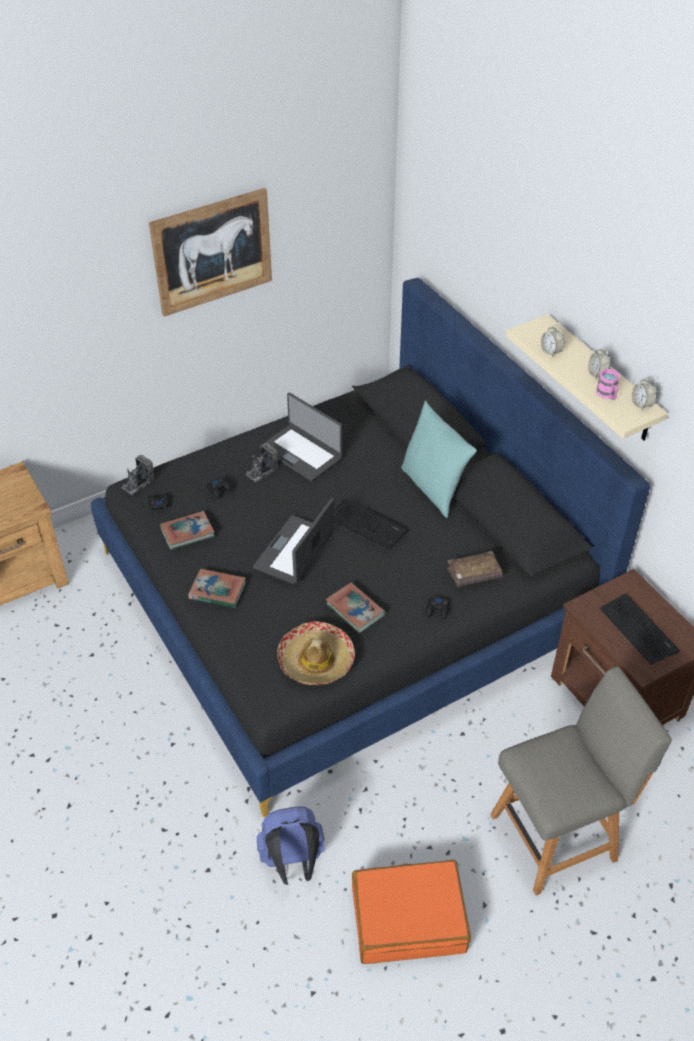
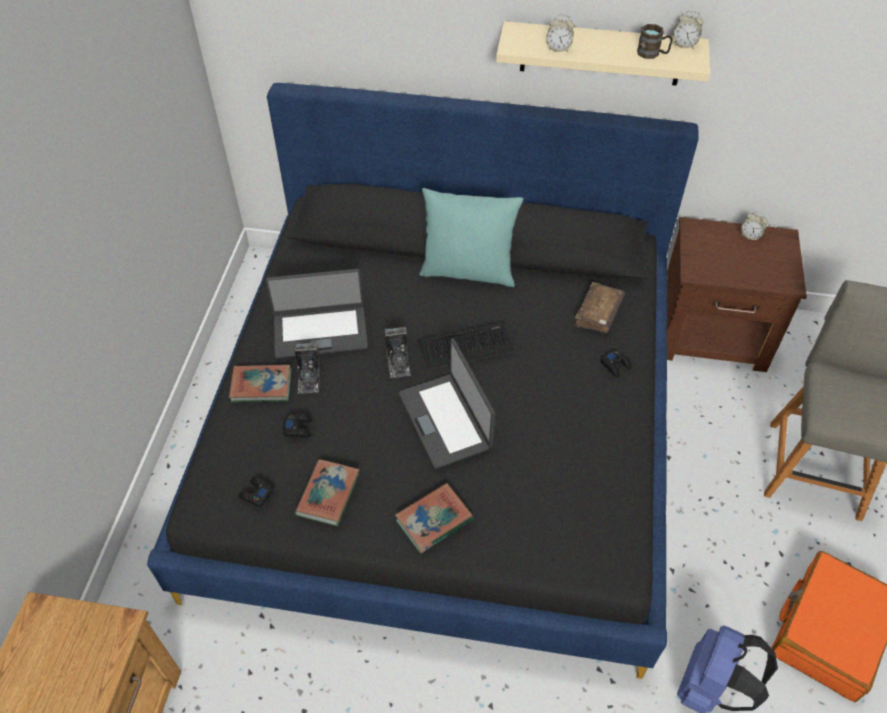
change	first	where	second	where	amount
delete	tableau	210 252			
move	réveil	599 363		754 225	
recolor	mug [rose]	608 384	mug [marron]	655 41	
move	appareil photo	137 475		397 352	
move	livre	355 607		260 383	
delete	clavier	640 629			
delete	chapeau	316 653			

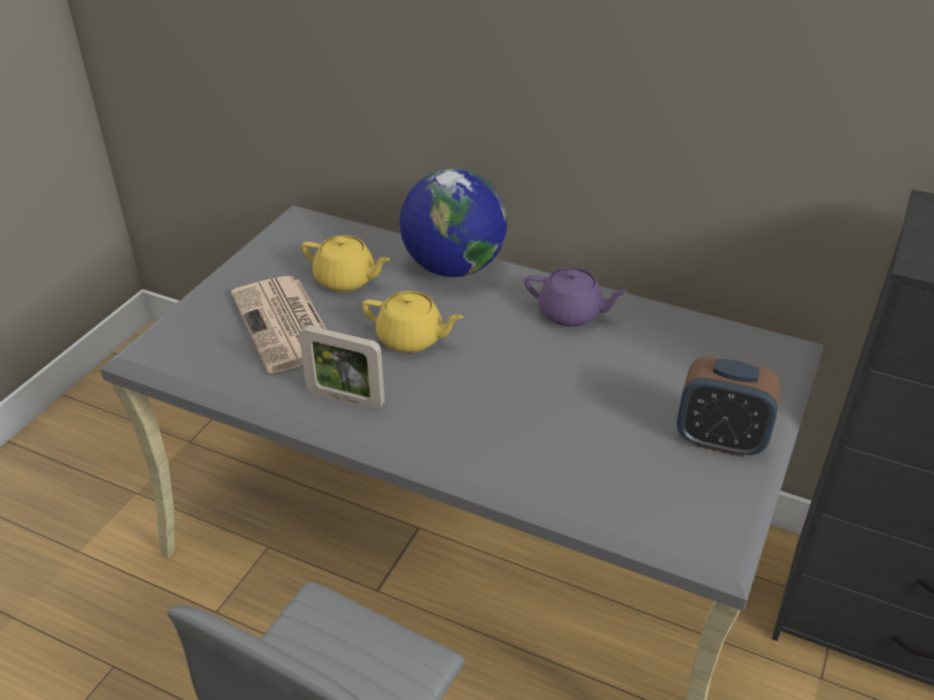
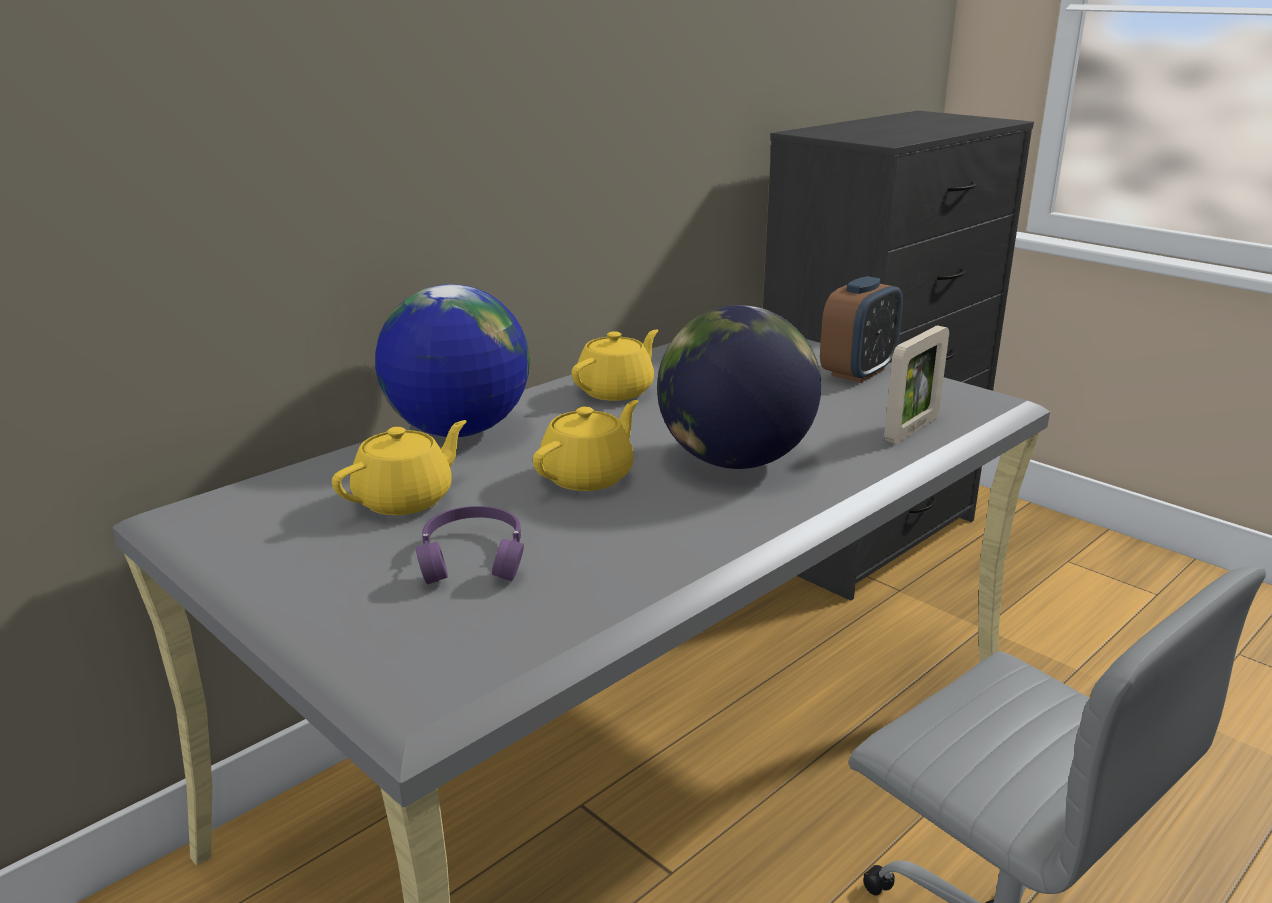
change	first	where	second	where	amount
recolor	théière [violet]	576 297	théière [jaune]	615 365	
replace	journal	278 324	casque audio [violet]	470 545	
move	cadre photo	342 368		916 384	
insert			globe	739 387	

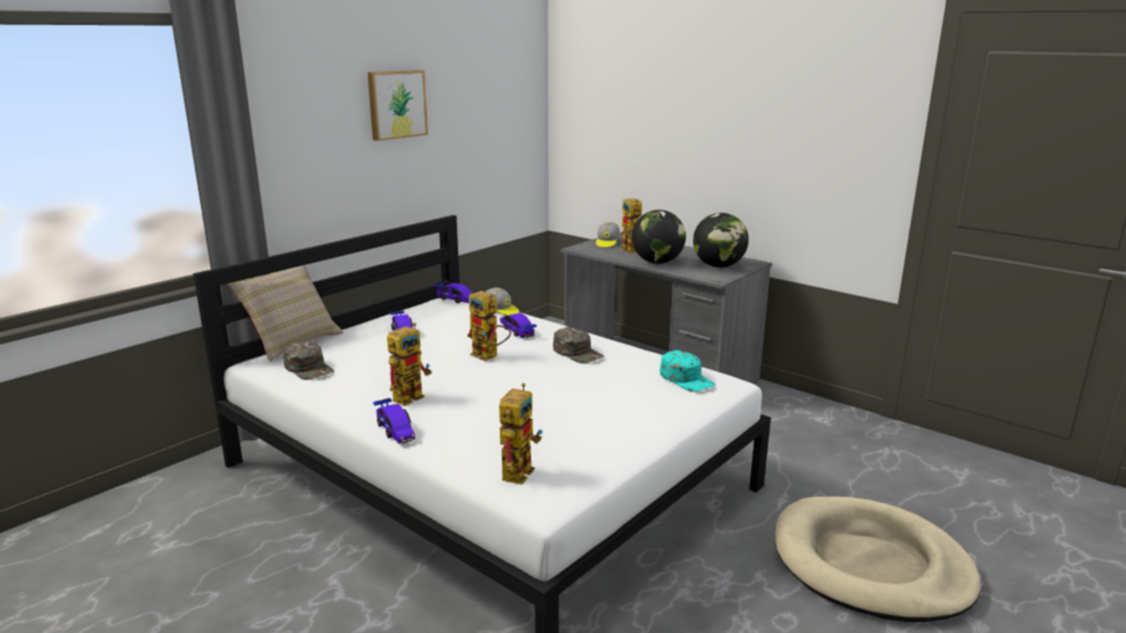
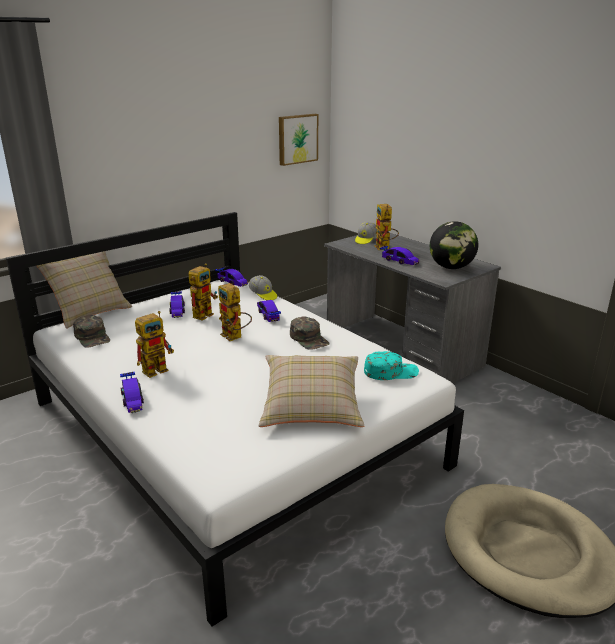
change	first	where	second	where	amount
move	tableau	397 105		298 140	
replace	globe	659 237	petite voiture	400 255	
rotate	casquette [turquoise]	688 371		391 365	75 degrees counterclockwise
move	robot jouet	521 433		203 292	
insert			coussin [beige]	311 391	

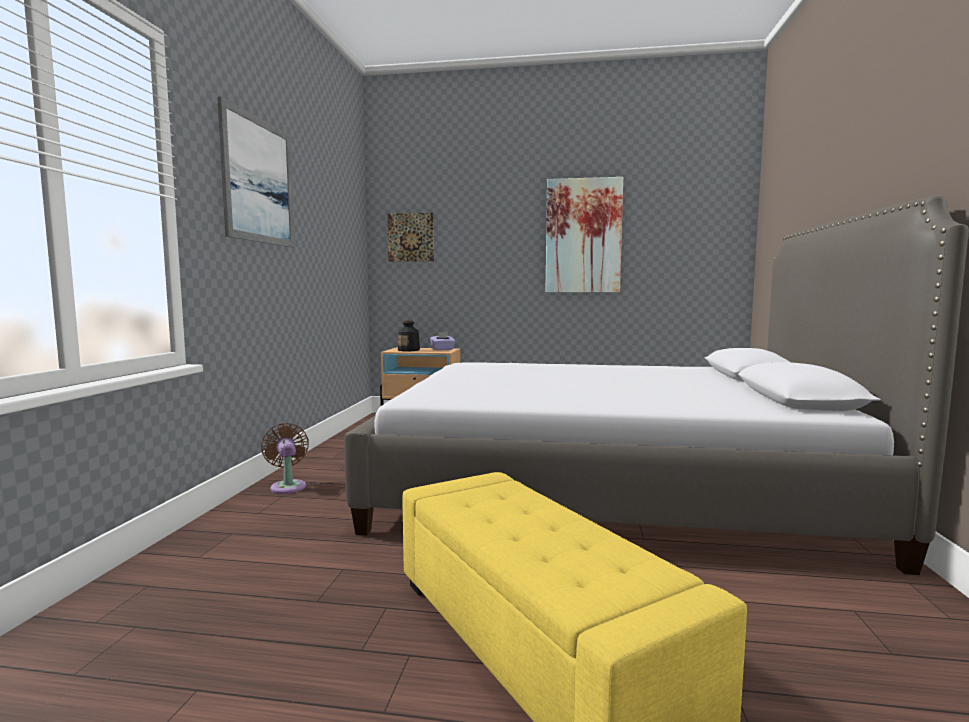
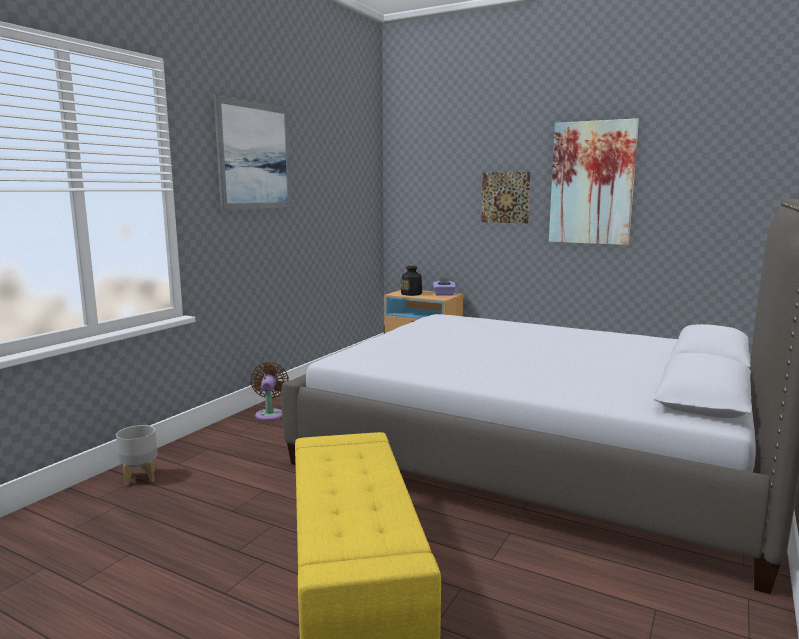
change	first	where	second	where	amount
move	tableau	410 237		506 197	
insert			cache-pot [gris]	137 455	

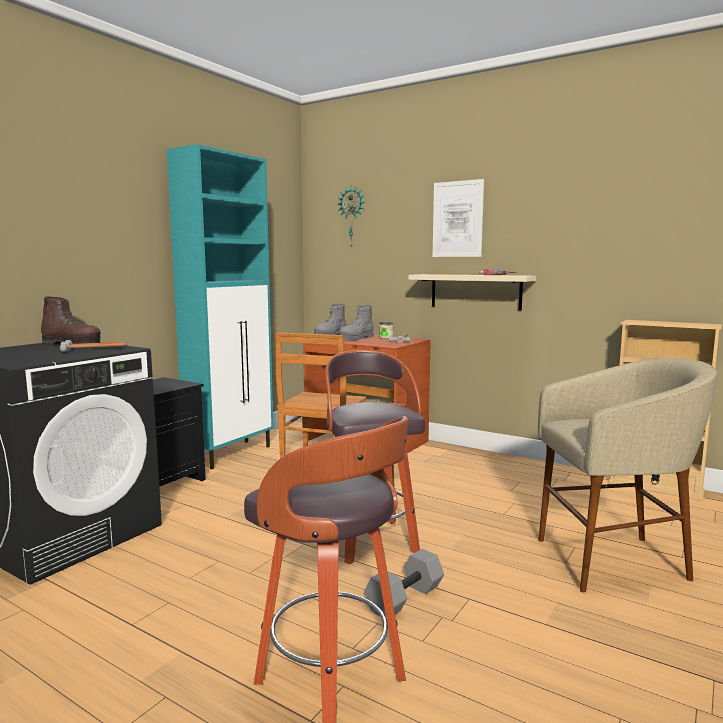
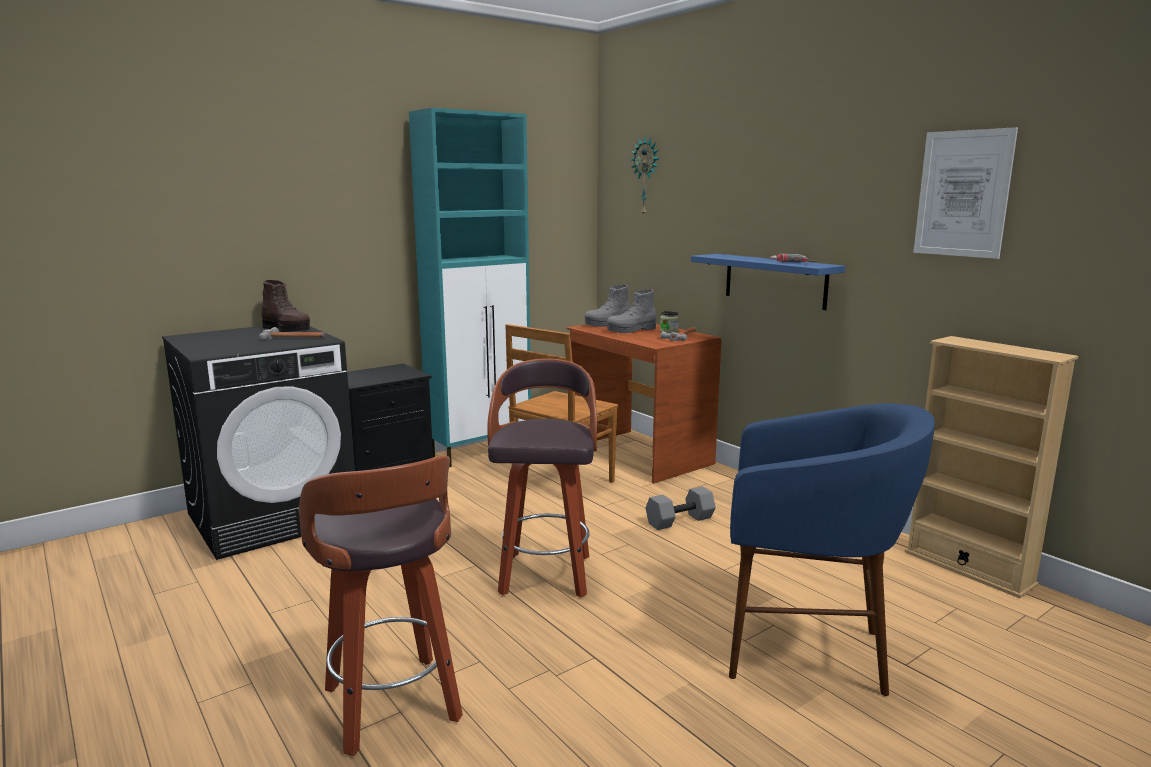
change	first	where	second	where	amount
move	tableau	458 218		965 193	
recolor	étagère [beige]	472 292	étagère [bleu]	768 282	
recolor	tabouret [beige]	627 475	tabouret [bleu]	832 550	
move	haltère [gris]	404 583		681 508	

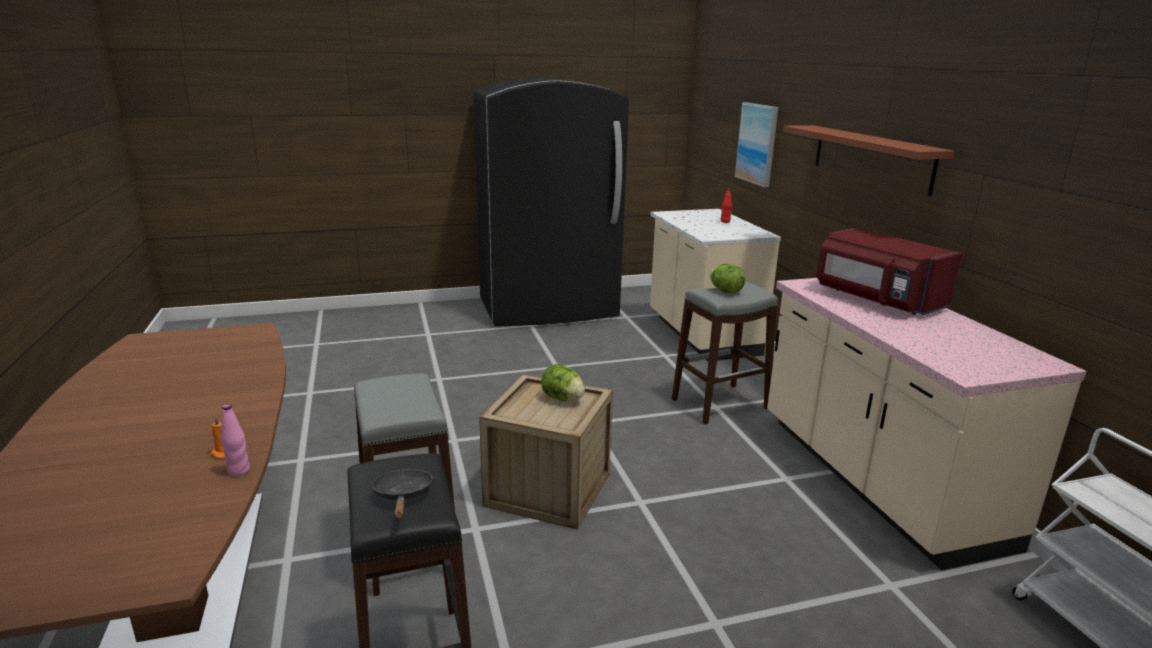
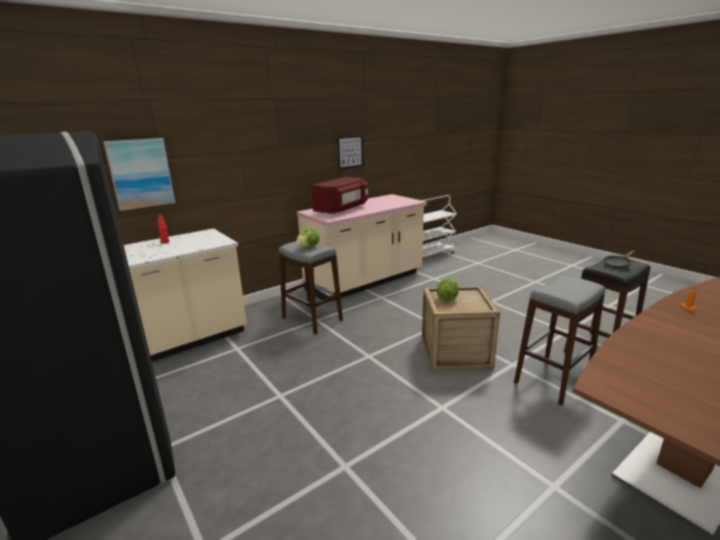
change	first	where	second	where	amount
delete	étagère [marron]	869 160			
delete	bouteille [rose]	235 440			
insert			tableau	350 152	

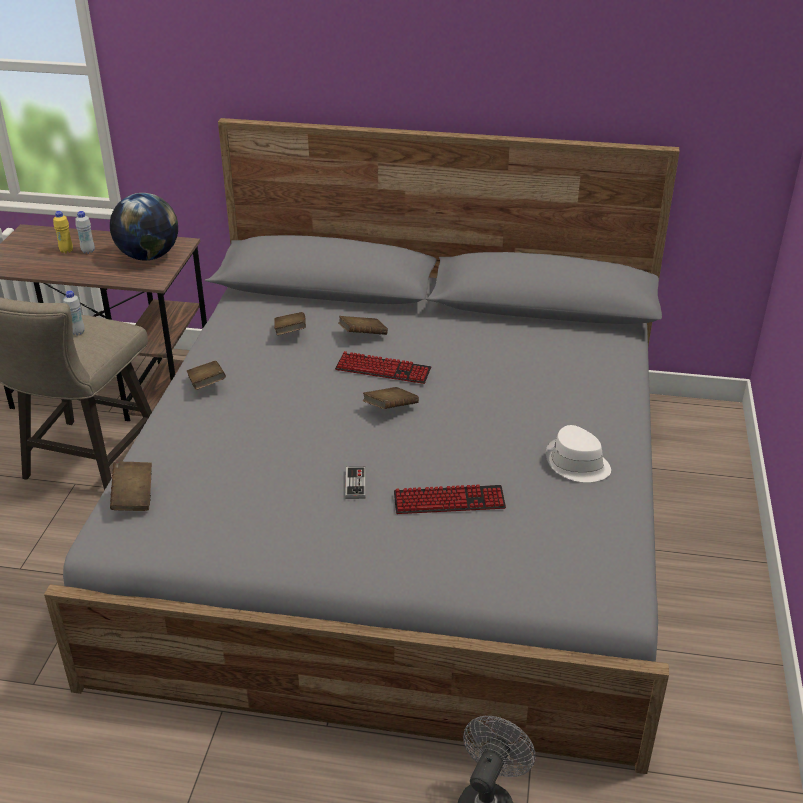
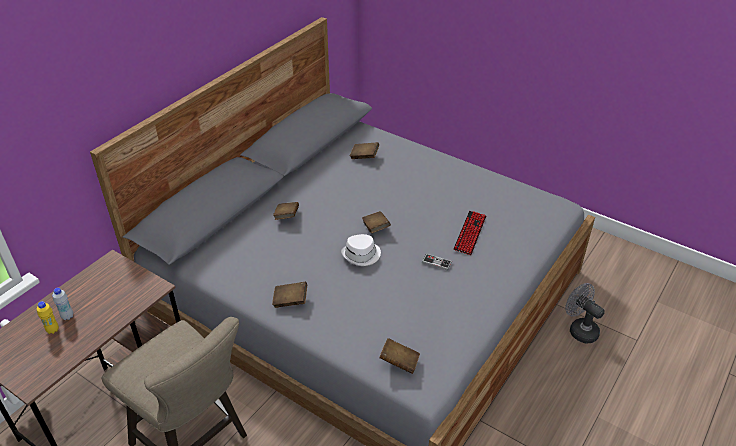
change	first	where	second	where	amount
delete	globe	144 226			
delete	bouteille [blanc]	74 312			
move	livre [marron]	290 323		364 150	
delete	clavier	383 367			
move	chapeau [blanc]	578 453		361 250	

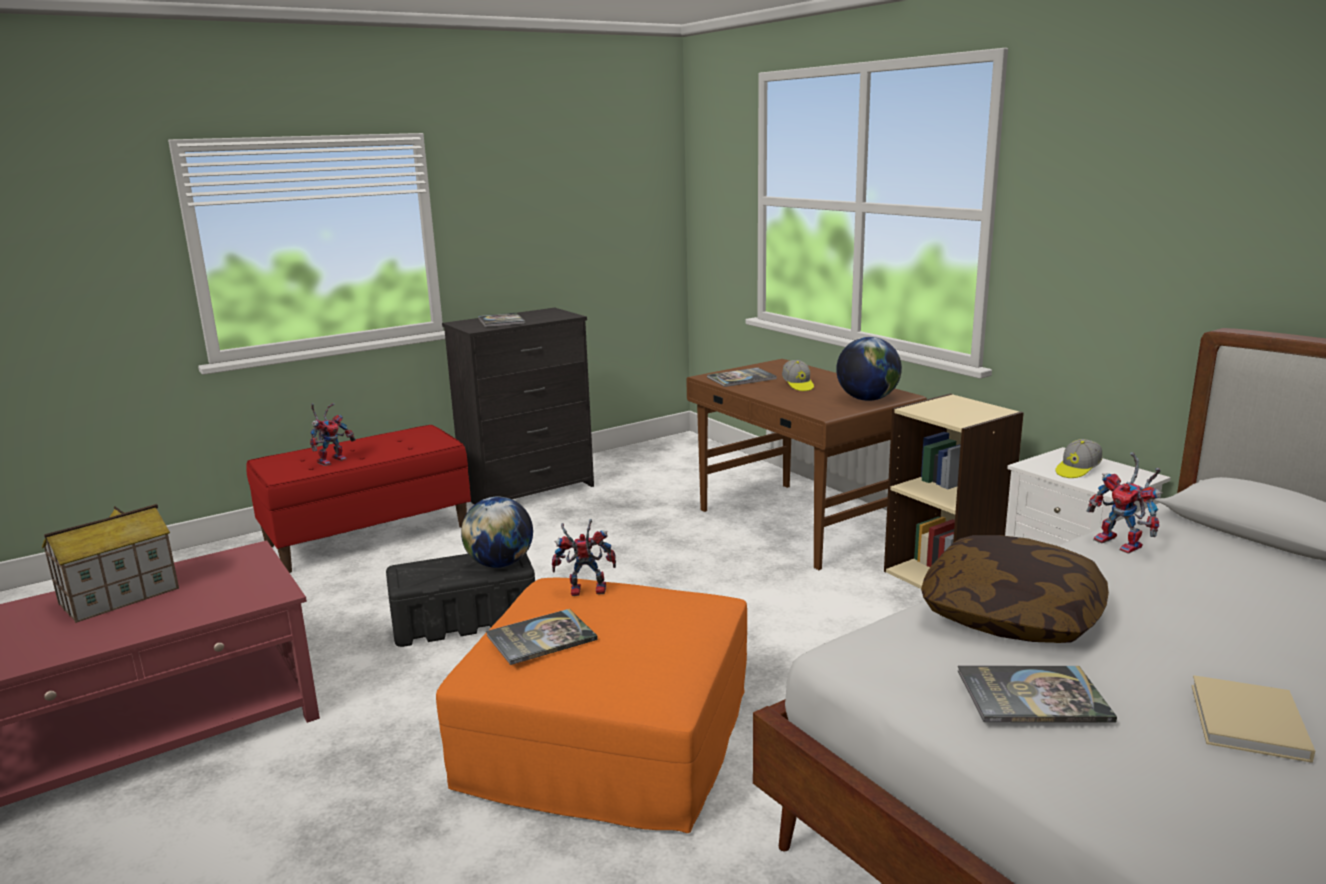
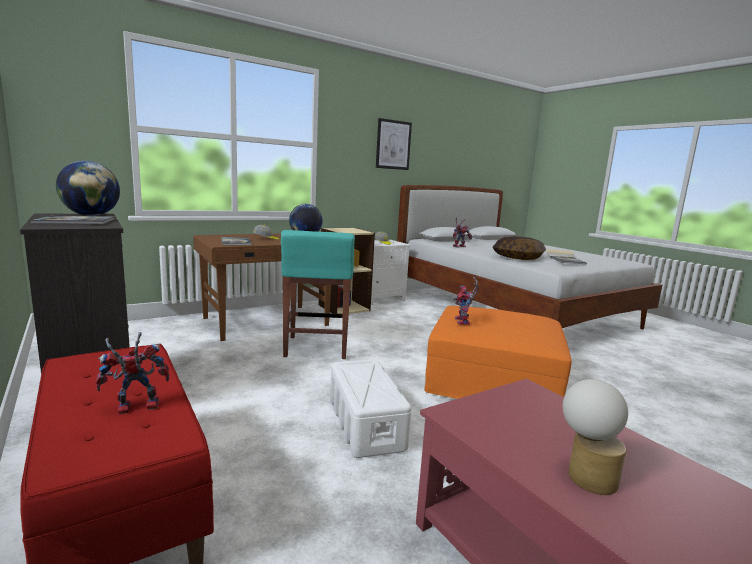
change	first	where	second	where	amount
rotate	robot jouet	333 434		132 373	60 degrees counterclockwise
move	globe	497 532		88 188	
replace	maison miniature	110 563	lampe de table	595 437	
recolor	boîte de rangement [noir]	460 600	boîte de rangement [blanc]	371 408	
delete	livre	542 637			
insert			tableau	394 144	
insert			tabouret [turquoise]	318 294	

